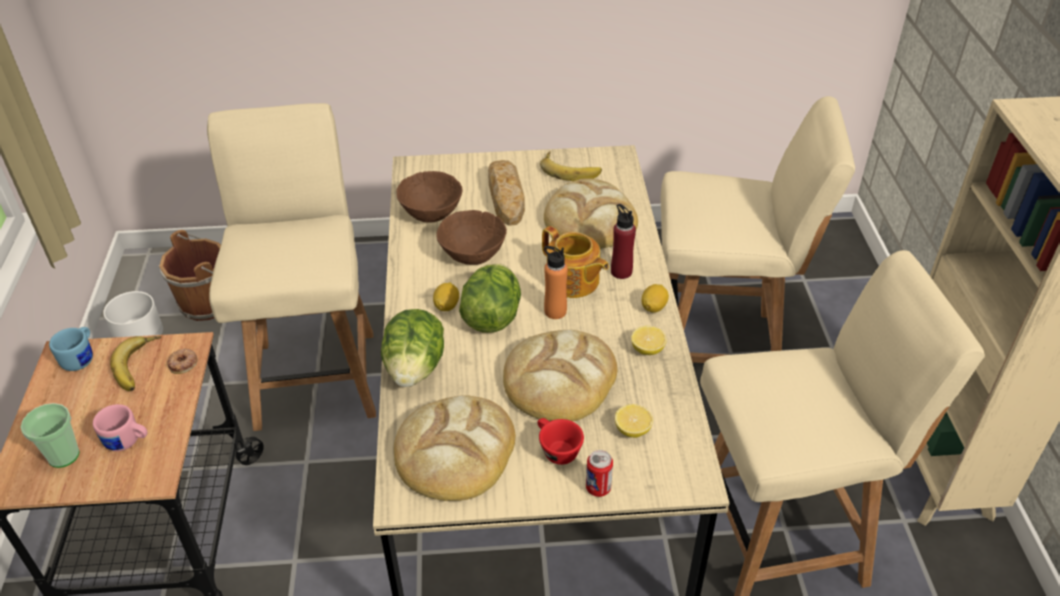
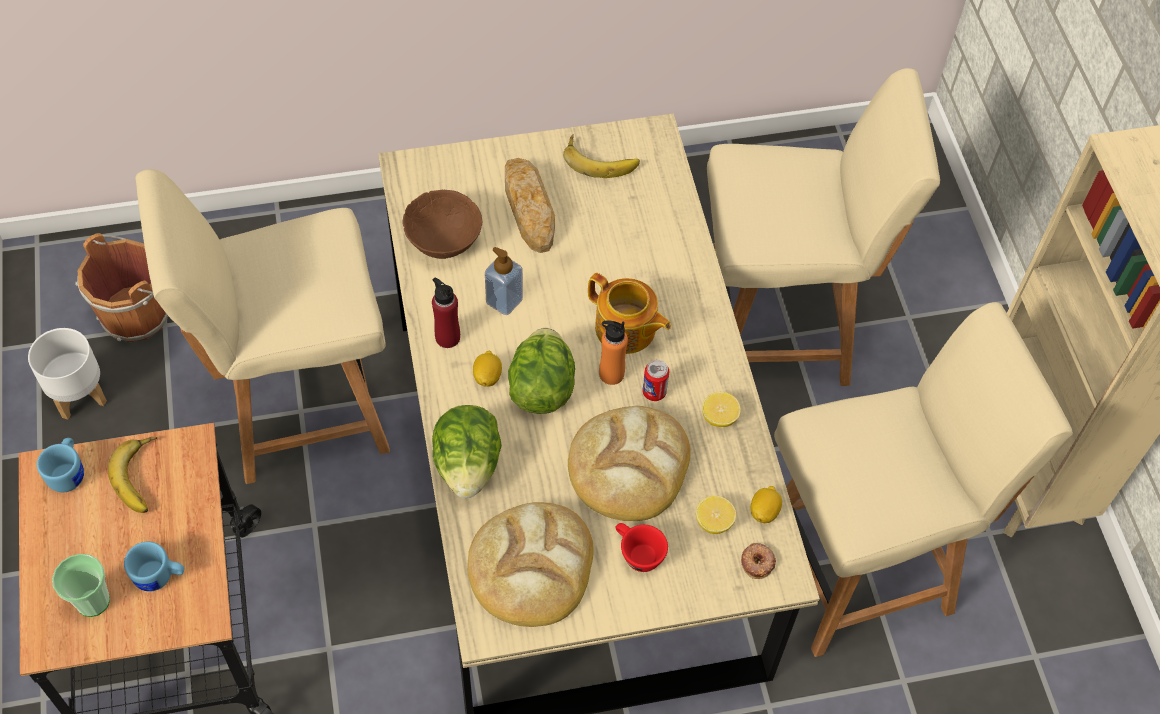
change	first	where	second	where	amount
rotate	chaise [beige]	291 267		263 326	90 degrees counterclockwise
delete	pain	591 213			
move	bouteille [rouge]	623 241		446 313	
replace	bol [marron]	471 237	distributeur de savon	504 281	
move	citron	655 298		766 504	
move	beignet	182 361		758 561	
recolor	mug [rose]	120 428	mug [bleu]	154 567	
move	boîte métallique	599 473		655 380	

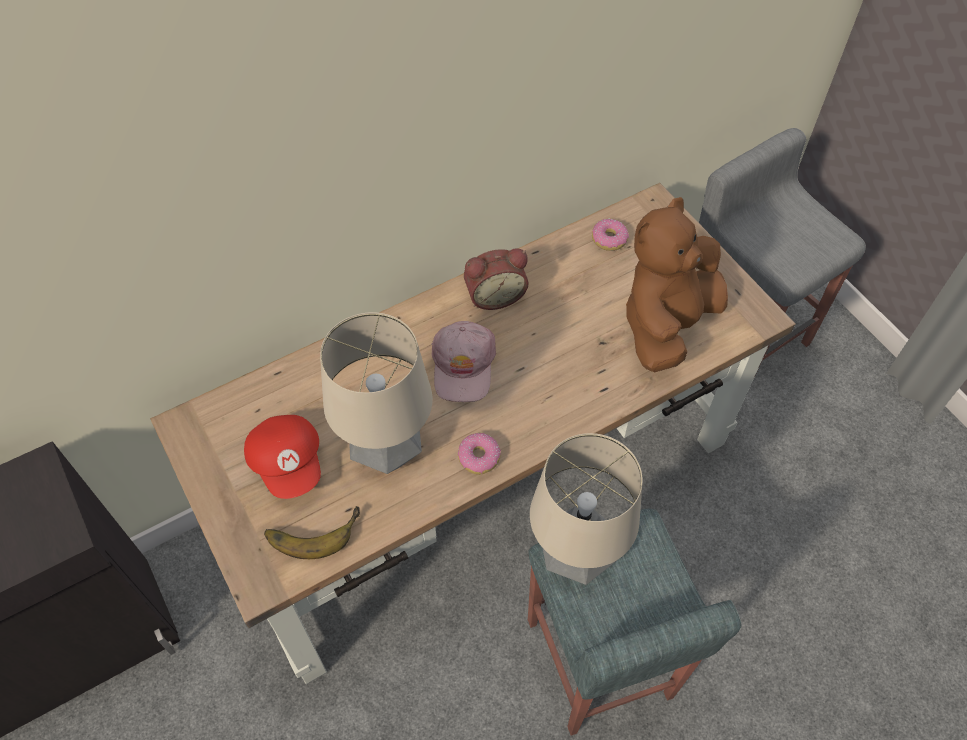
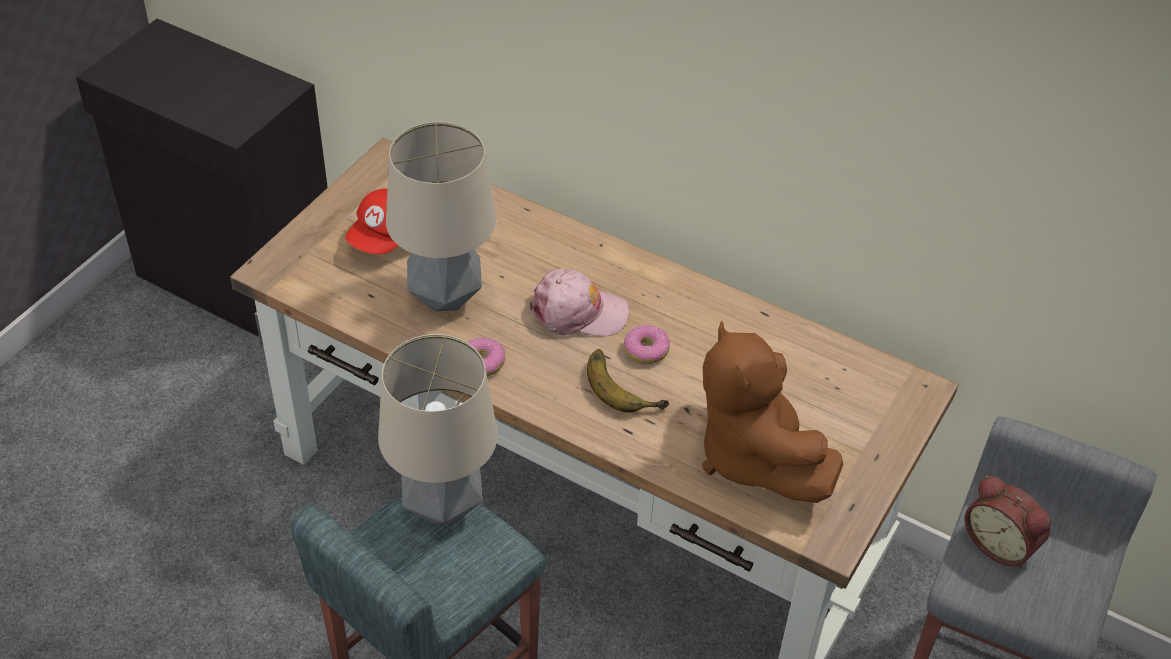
change	first	where	second	where	amount
rotate	peluche [marron]	677 284		772 412	120 degrees counterclockwise
move	beignet	610 235		647 344	
move	réveil	496 279		1007 521	
rotate	casquette [rose]	464 361		580 302	150 degrees counterclockwise
move	banane	312 532		628 381	

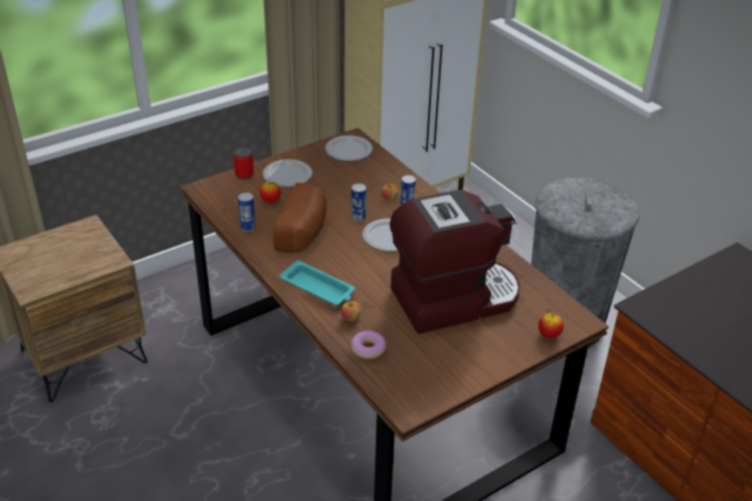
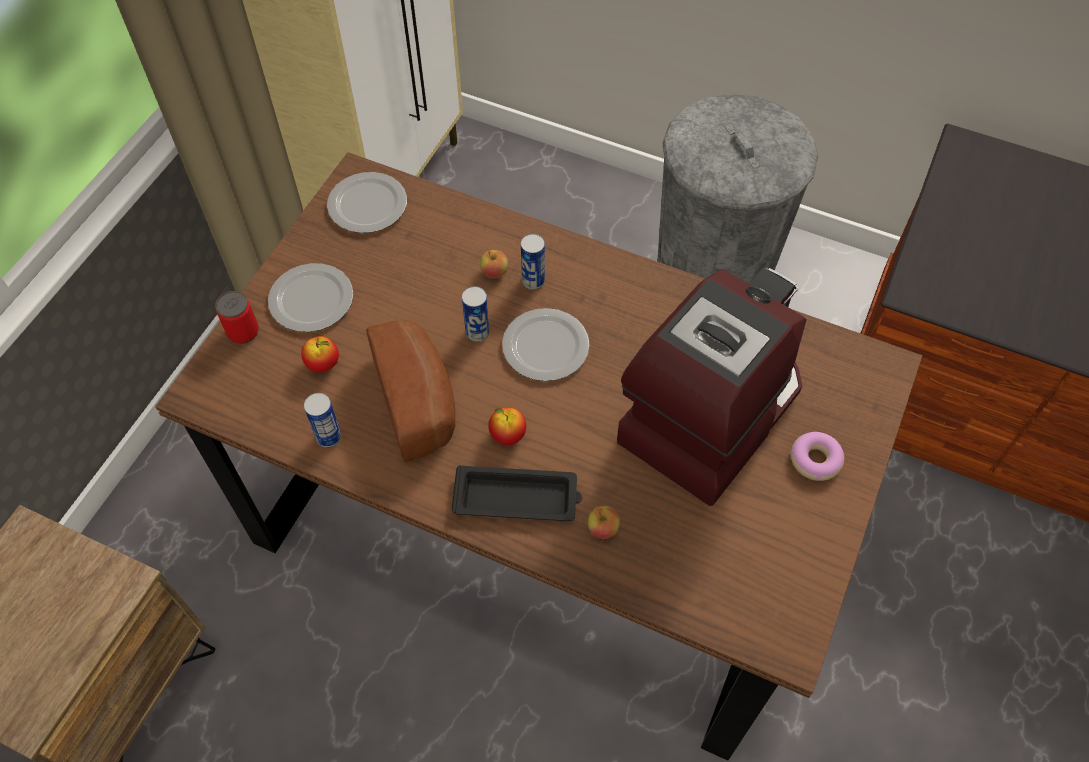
change	first	where	second	where	amount
recolor	plateau [turquoise]	317 282	plateau [noir]	517 493	
move	pomme	551 323		507 426	
move	beignet	368 345		817 456	

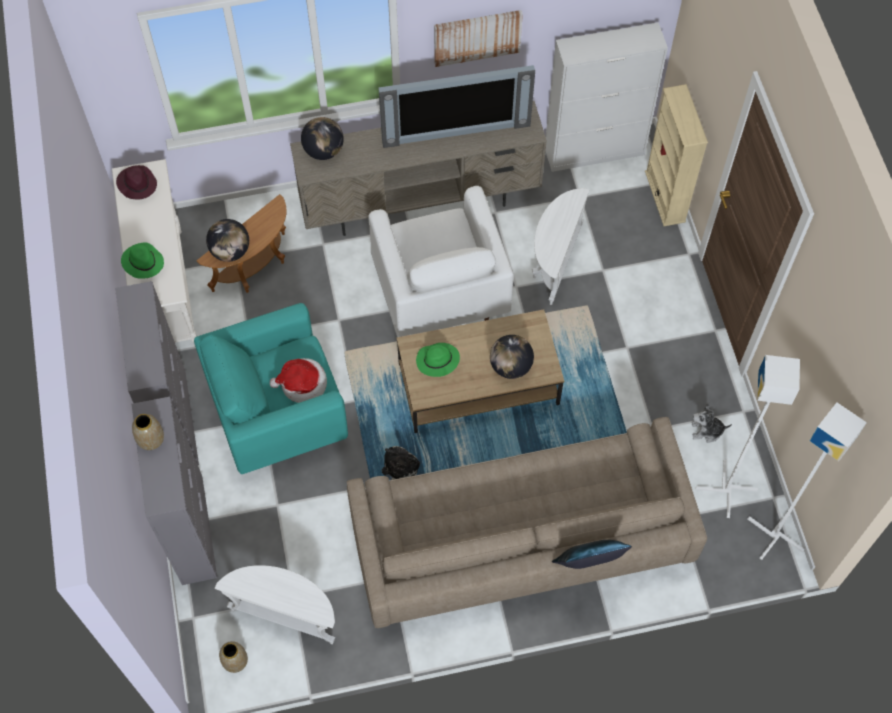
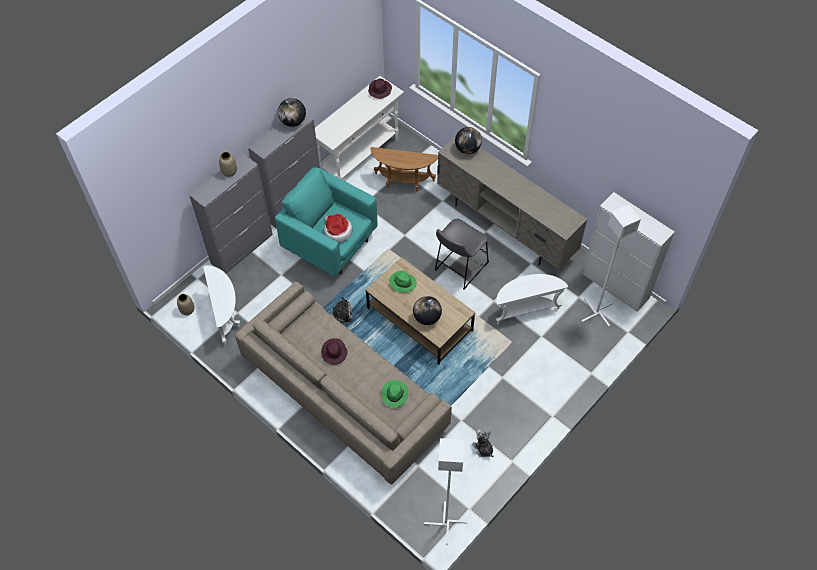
change	first	where	second	where	amount
delete	tableau	478 38			
delete	téléviseur	457 106			
delete	bibliothèque [beige]	676 155			
replace	fauteuil [blanc]	441 261	tabouret [gris]	462 254	
move	globe	227 240		292 112	
move	chapeau [vert]	142 260		395 393	
move	lampadaire [blanc]	748 436		611 265	
delete	coussin [bleu]	592 554			
insert			chapeau [violet]	334 351	

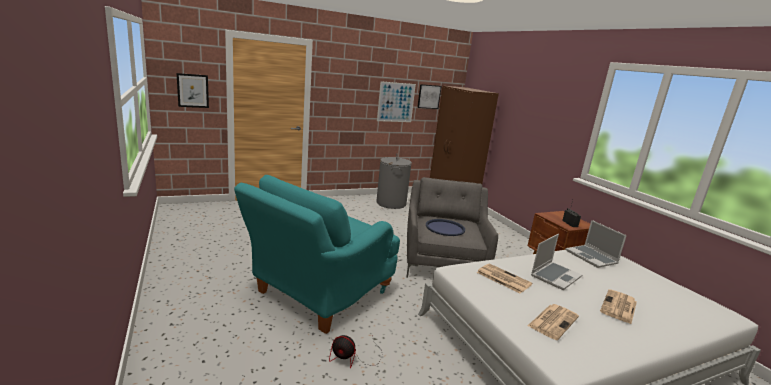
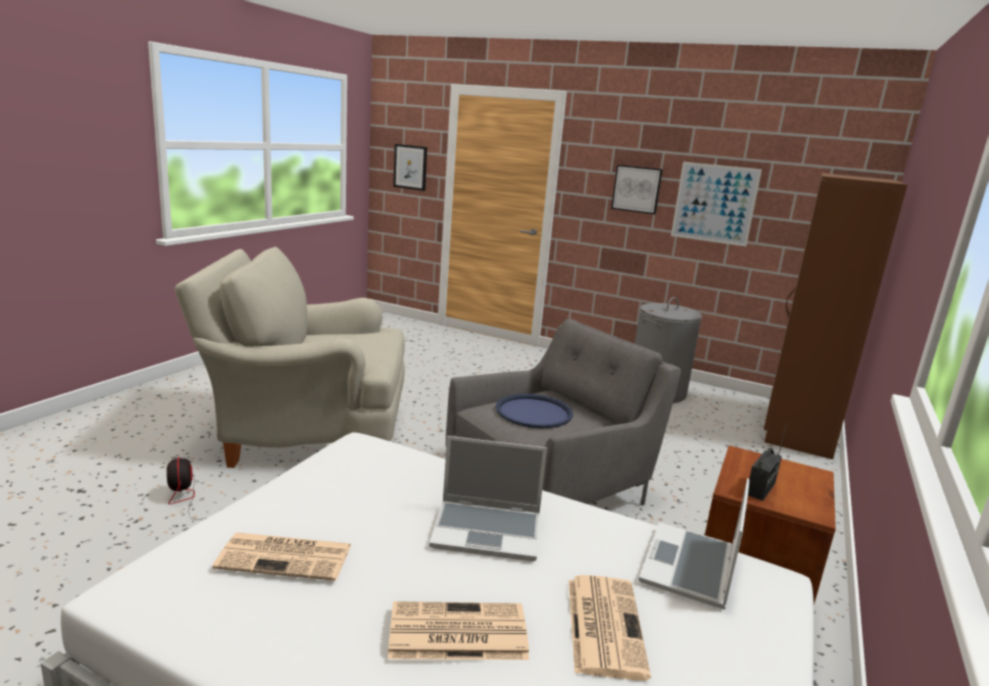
change	first	where	second	where	amount
move	tableau	429 96		637 190	
recolor	fauteuil [turquoise]	317 254	fauteuil [beige]	290 357	
move	journal	504 278		609 627	

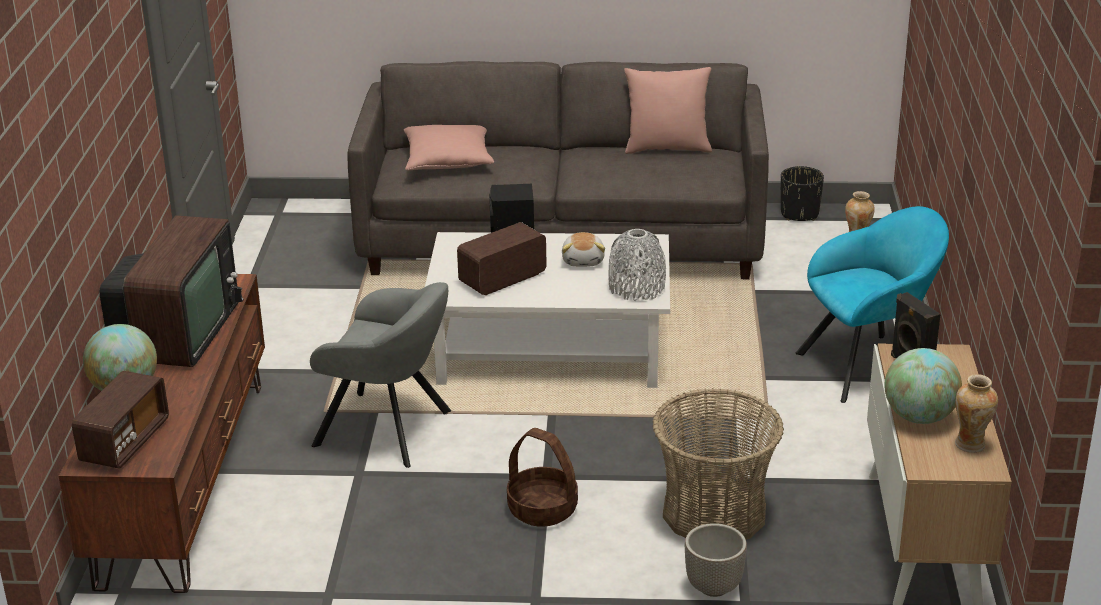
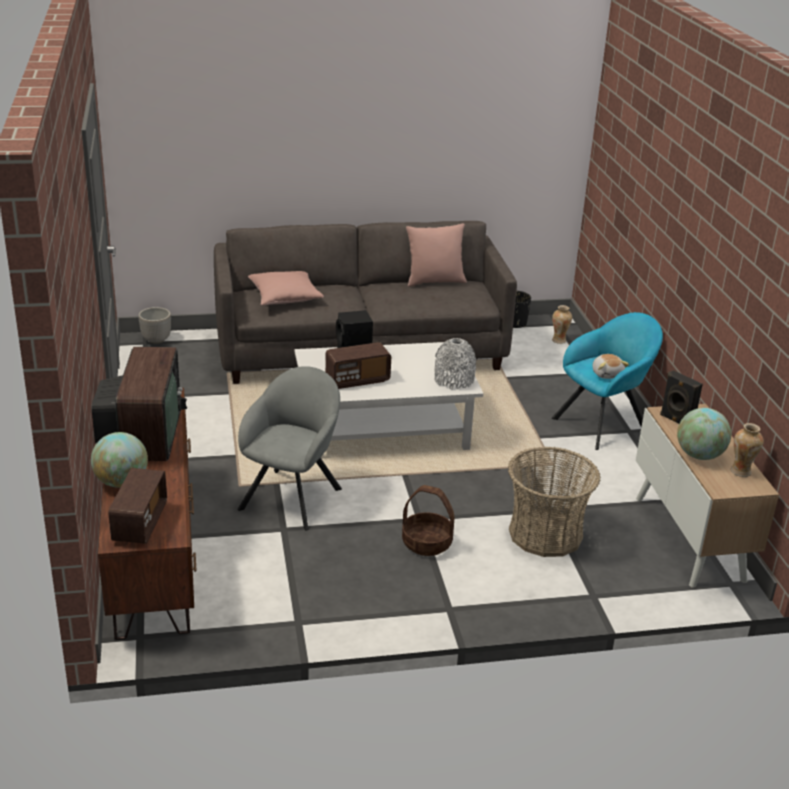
change	first	where	second	where	amount
rotate	radio	502 258		358 365	150 degrees counterclockwise
move	peluche	583 249		610 366	
rotate	fauteuil [gris]	380 375		290 448	75 degrees counterclockwise
move	cache-pot	716 560		154 325	

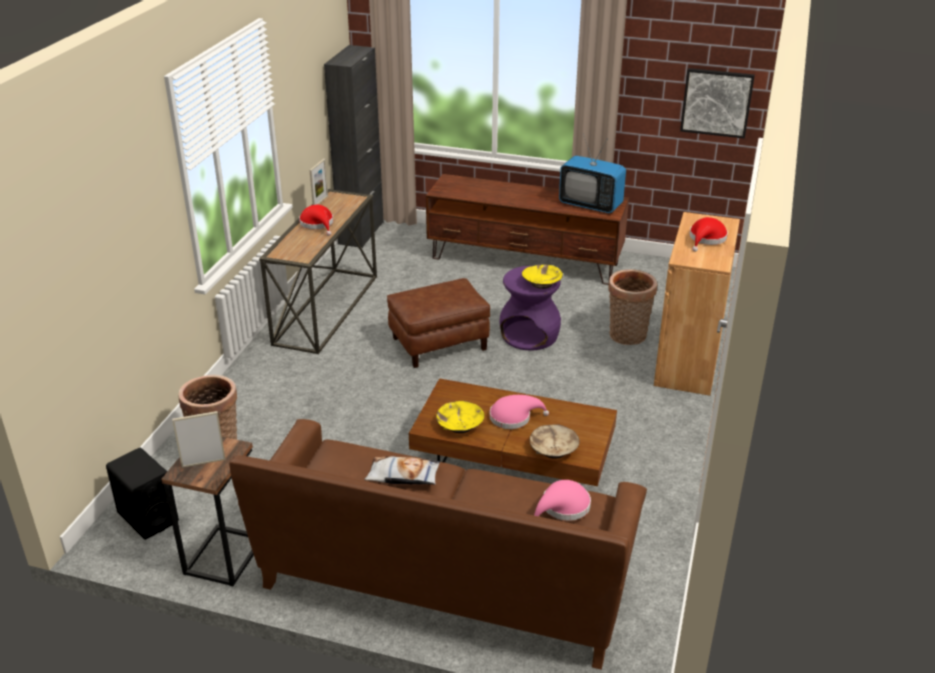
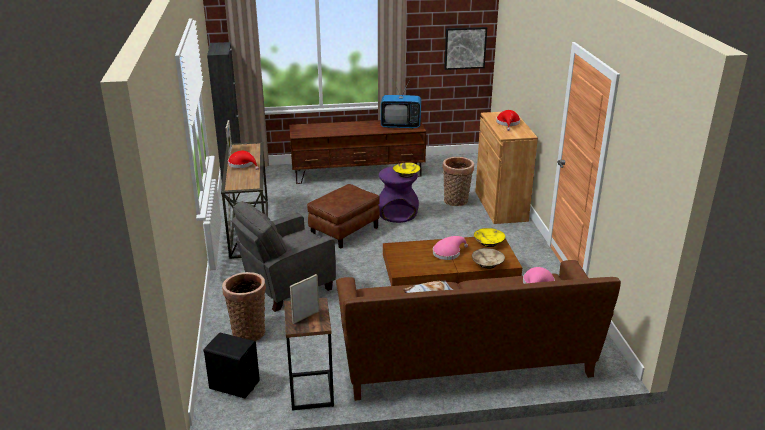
change	first	where	second	where	amount
move	bol [jaune]	460 417		489 237	
insert			fauteuil [gris]	283 256	

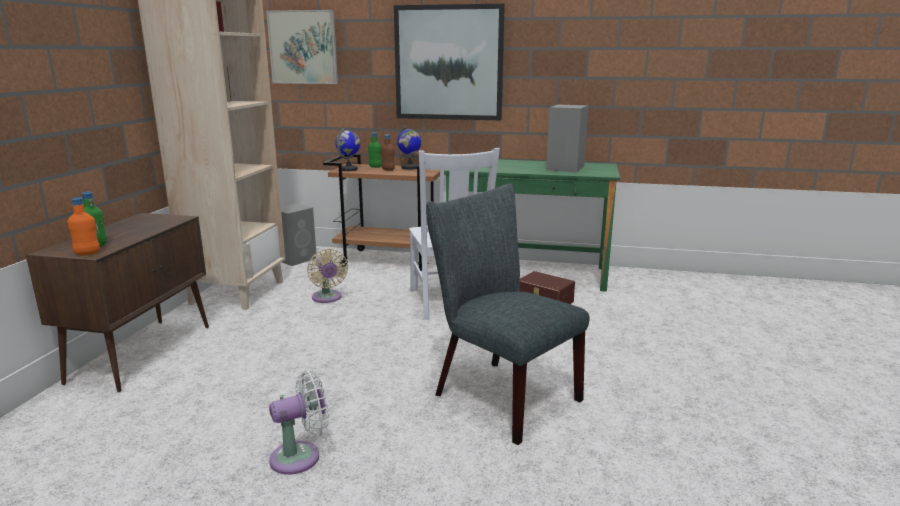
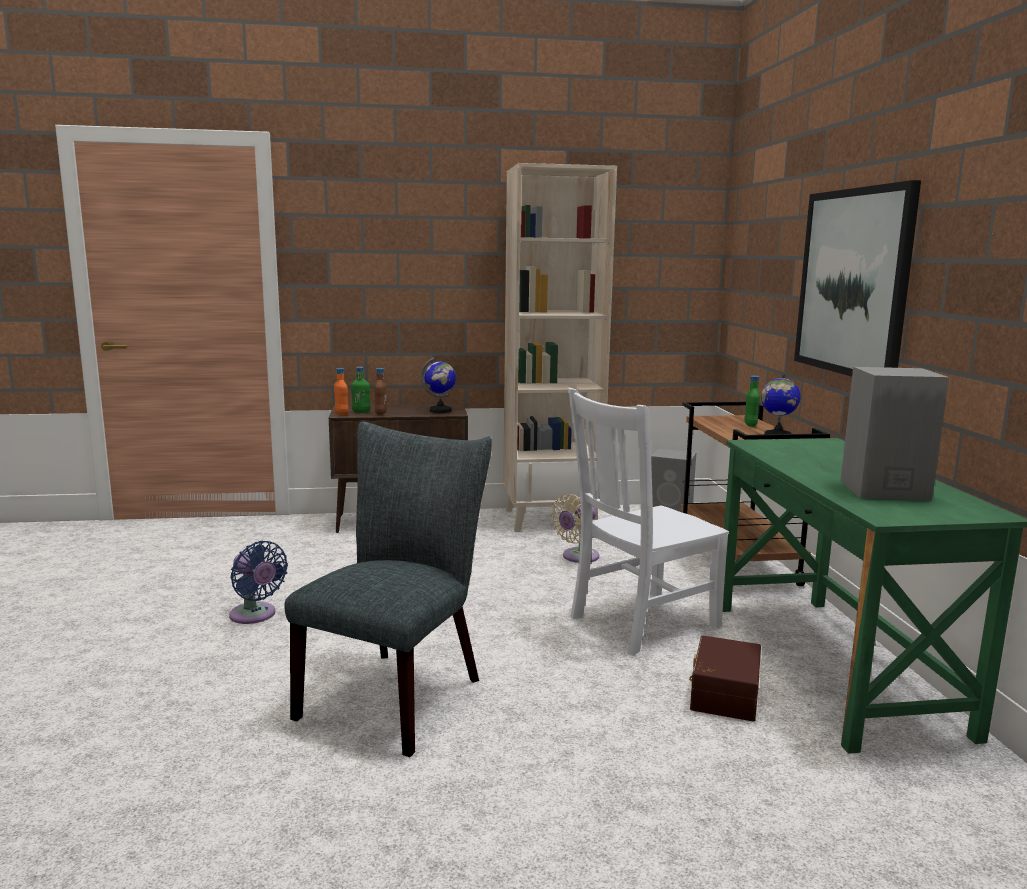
change	first	where	second	where	amount
delete	tableau	302 47			
move	globe	347 149		438 385	
move	bouteille [marron]	388 152		381 391	
recolor	ventilateur [blanc]	299 422	ventilateur [bleu]	258 582	

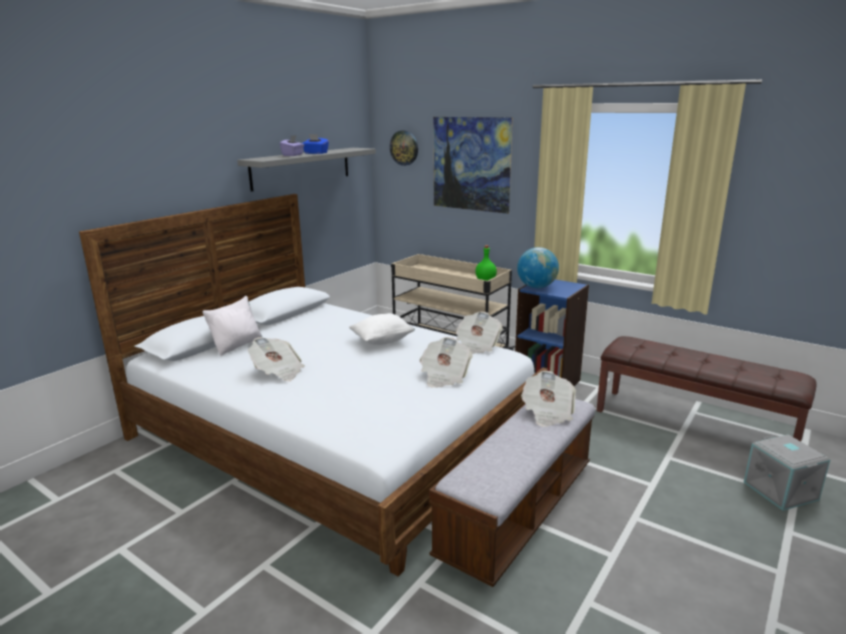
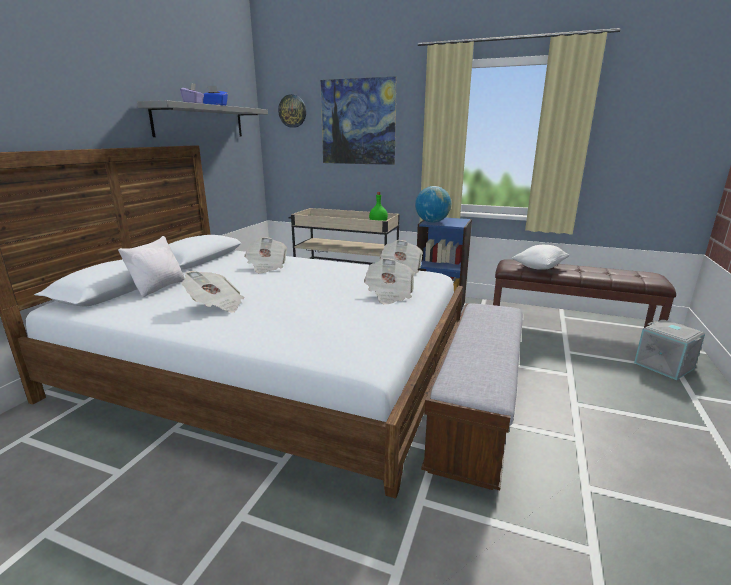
change	first	where	second	where	amount
move	coussin [blanc]	382 329		541 257	
move	journal	548 399		266 255	

